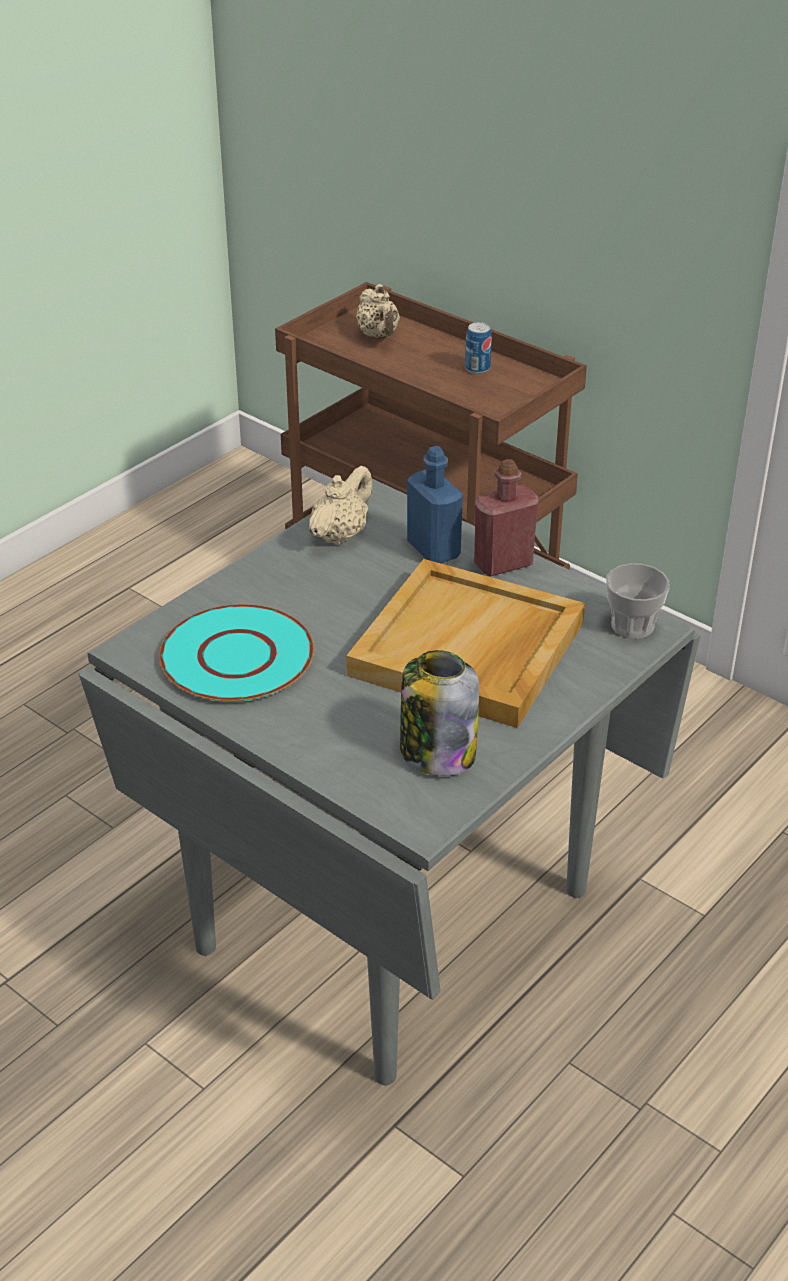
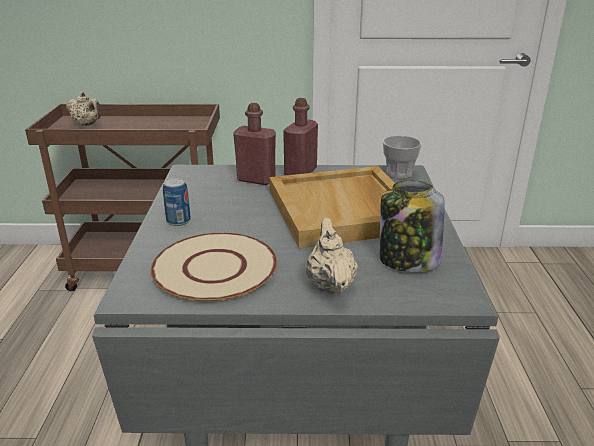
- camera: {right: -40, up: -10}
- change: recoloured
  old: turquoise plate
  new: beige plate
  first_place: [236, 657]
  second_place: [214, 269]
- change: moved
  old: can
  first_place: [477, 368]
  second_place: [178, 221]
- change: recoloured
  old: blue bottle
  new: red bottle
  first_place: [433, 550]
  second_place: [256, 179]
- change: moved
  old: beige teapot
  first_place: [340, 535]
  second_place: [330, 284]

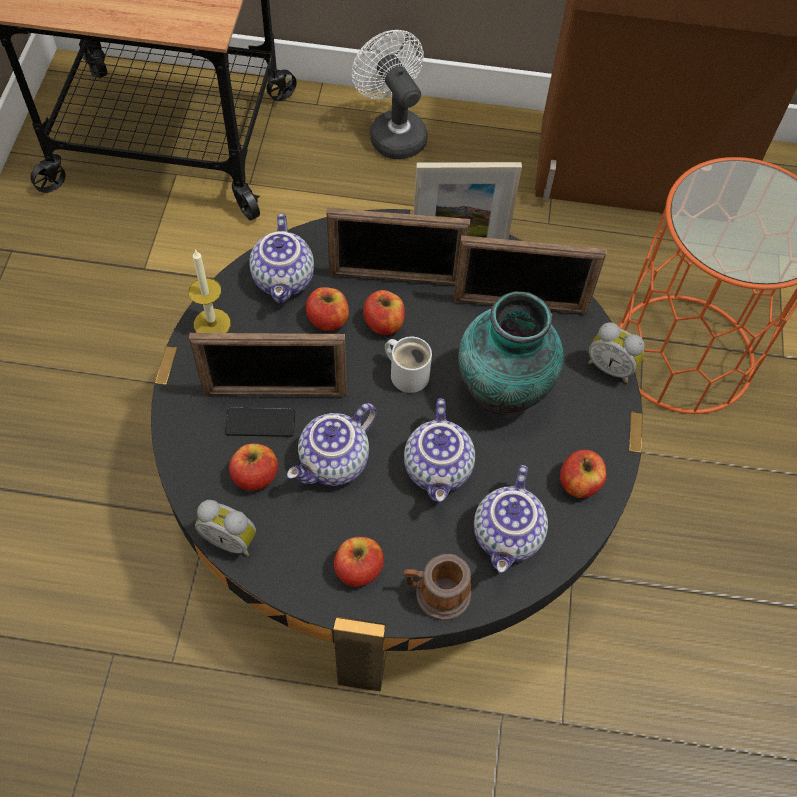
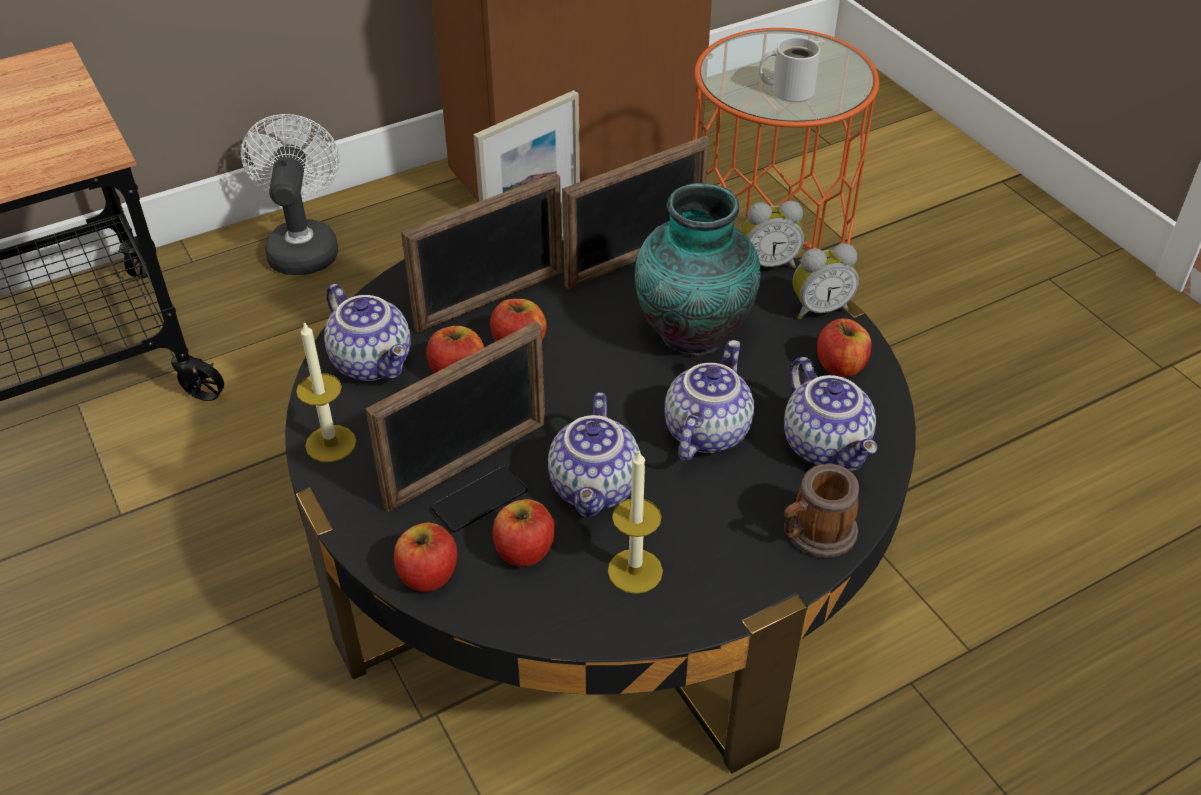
- camera: {right: -35, up: -15}
- change: turned
  old: white fan
  first_place: [393, 132]
  second_place: [303, 246]
  degrees: 60
- change: moved
  old: apple
  first_place: [358, 569]
  second_place: [428, 574]
- change: added
  new: candle
  second_place: [635, 571]
- change: turned
  old: teapot
  first_place: [439, 469]
  second_place: [705, 431]
  degrees: -120
- change: moved
  old: white mug
  first_place: [408, 373]
  second_place: [788, 89]
- change: moved
  old: alarm clock
  first_place: [231, 538]
  second_place: [819, 308]

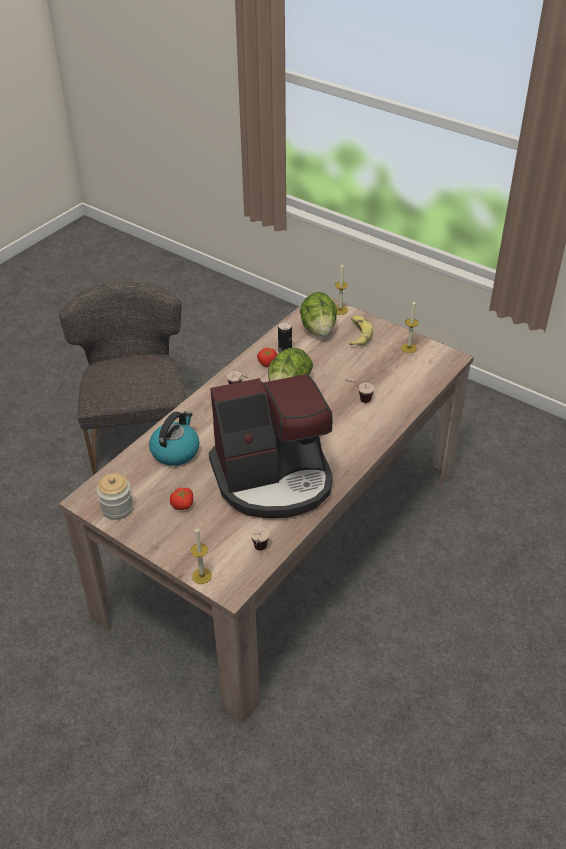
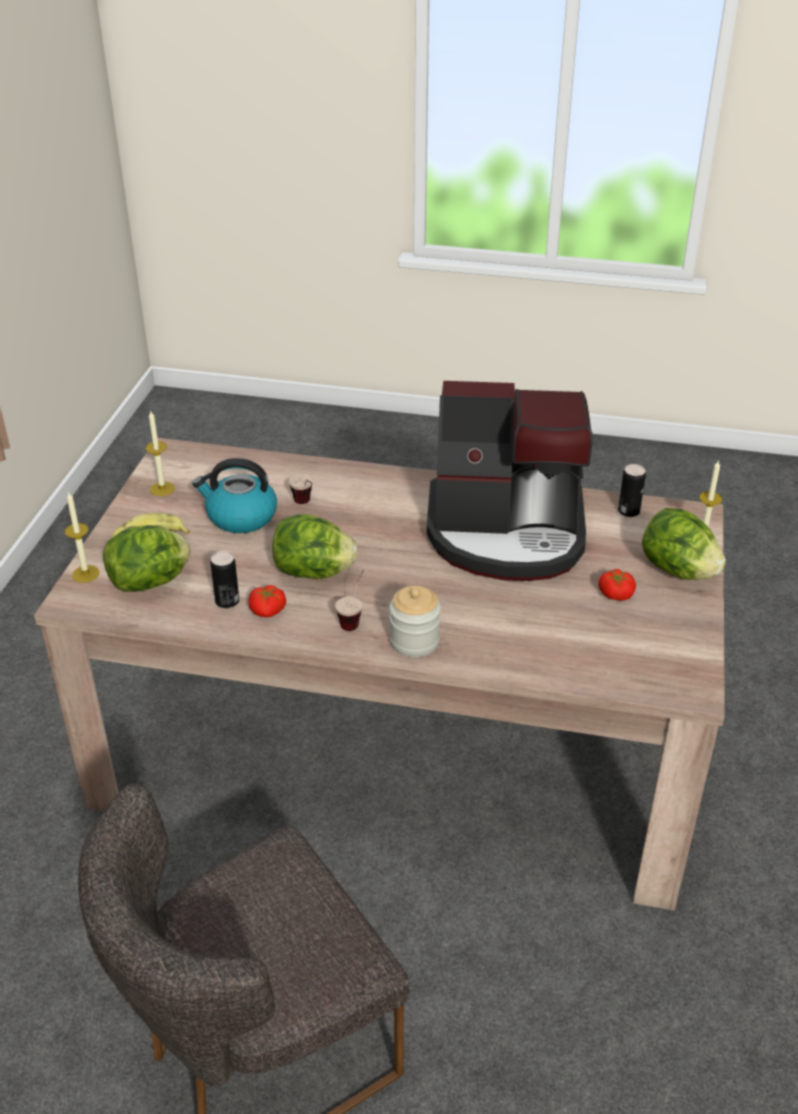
- camera: {right: -115, up: -5}
- change: moved
  old: kettle
  first_place: [175, 451]
  second_place: [240, 517]
- change: moved
  old: jar
  first_place: [117, 508]
  second_place: [414, 641]
- change: turned
  old: coffee machine
  first_place: [274, 478]
  second_place: [507, 533]
  degrees: 135
- change: replaced
  old: cup
  new: can
  first_place: [259, 552]
  second_place: [628, 511]
- change: added
  new: lettuce
  second_place: [678, 570]

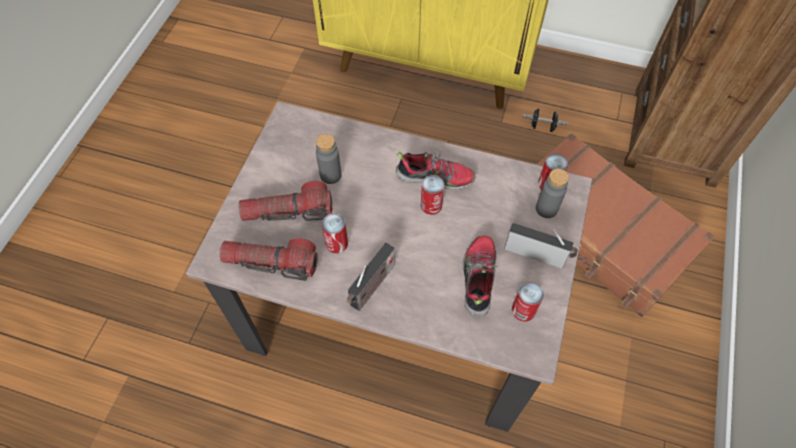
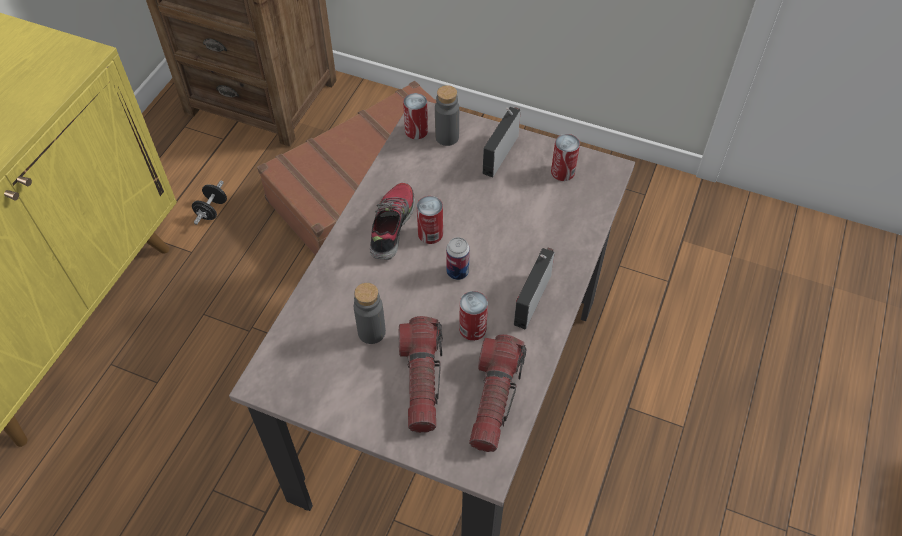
- camera: {right: -85, up: -5}
- change: added
  new: can
  second_place: [457, 272]
- change: turned
  old: radio
  first_place: [371, 287]
  second_place: [532, 297]
  degrees: -105
- change: removed
  old: shoe
  first_place: [478, 278]

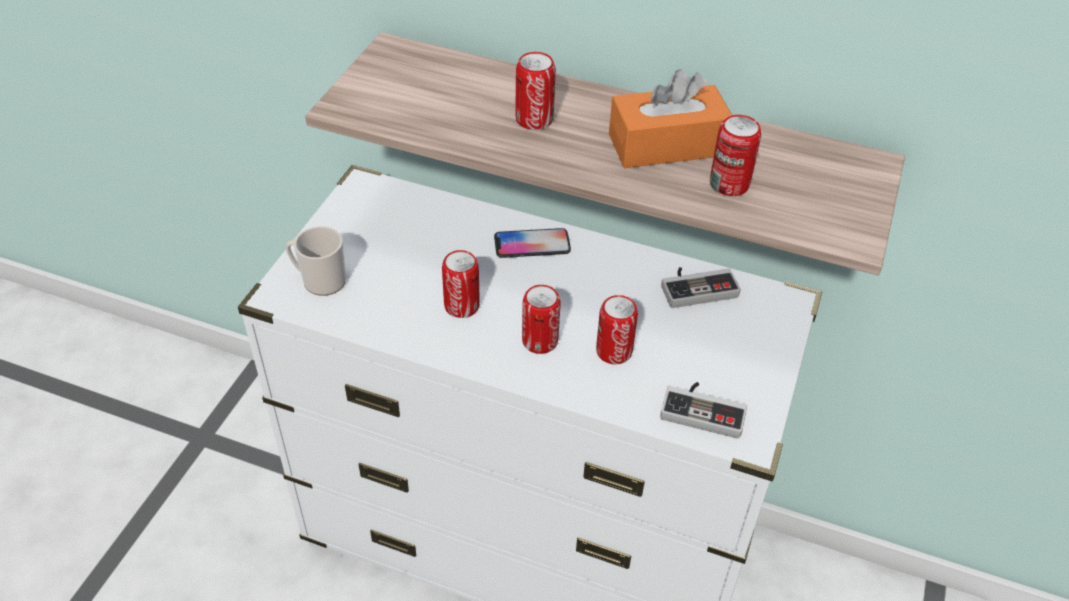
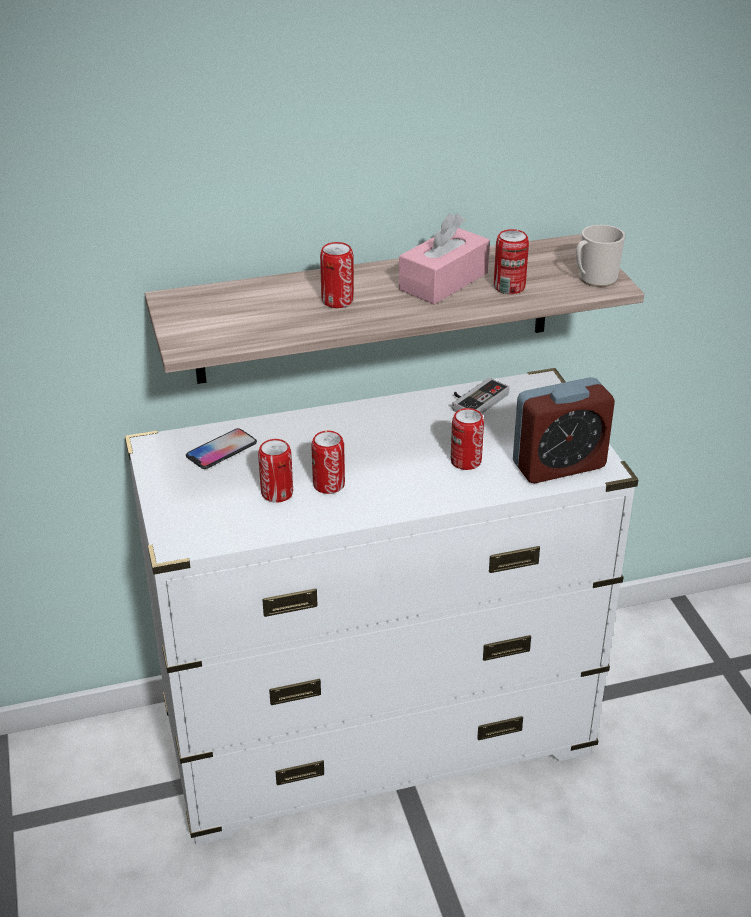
- camera: {right: -35, up: -10}
- change: moved
  old: phone
  first_place: [532, 244]
  second_place: [221, 450]
- change: moved
  old: can
  first_place: [540, 341]
  second_place: [277, 493]
- change: recoloured
  old: orange tissue box
  new: pink tissue box
  first_place: [667, 145]
  second_place: [443, 281]
- change: replaced
  old: game controller
  new: alarm clock
  first_place: [704, 409]
  second_place: [558, 465]
- change: moved
  old: mug
  first_place: [319, 280]
  second_place: [594, 279]

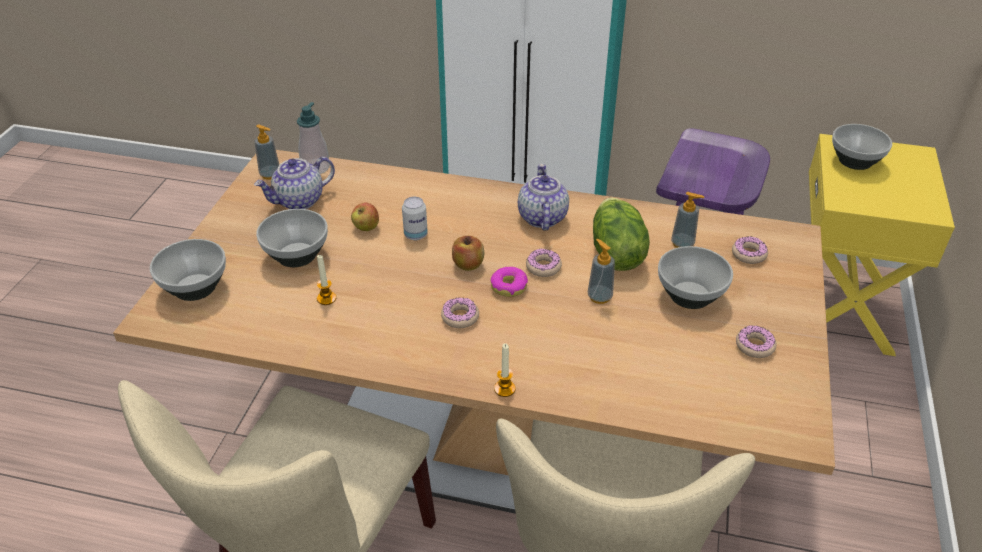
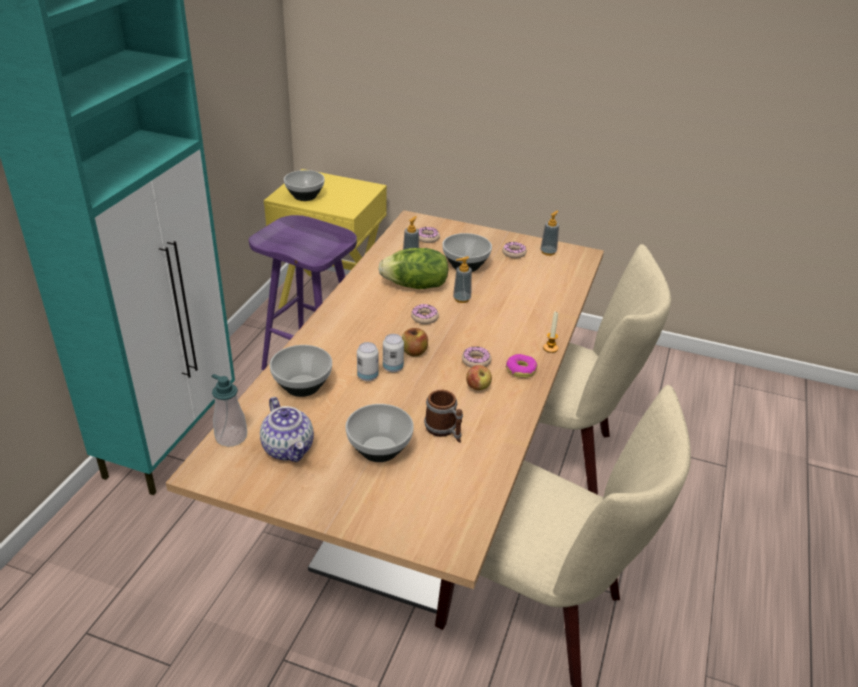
- camera: {right: -85, up: -5}
- change: moved
  old: bowl
  first_place: [196, 287]
  second_place: [302, 386]
- change: added
  new: can
  second_place: [393, 367]
- change: replaced
  old: candle
  new: mug
  first_place: [326, 298]
  second_place: [444, 430]
- change: moved
  old: apple
  first_place: [366, 227]
  second_place: [478, 387]
- change: moved
  old: donut
  first_place: [509, 286]
  second_place: [521, 370]
- change: moved
  old: soap dispenser
  first_place: [270, 174]
  second_place: [548, 252]
- change: removed
  old: teapot
  first_place: [541, 217]

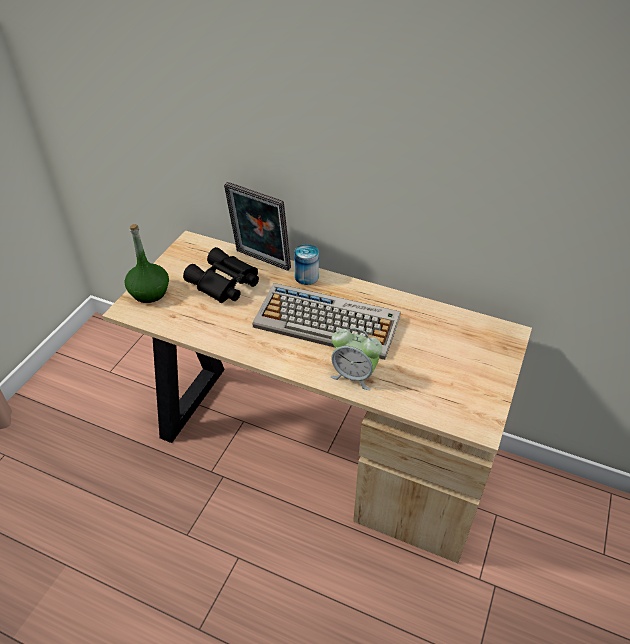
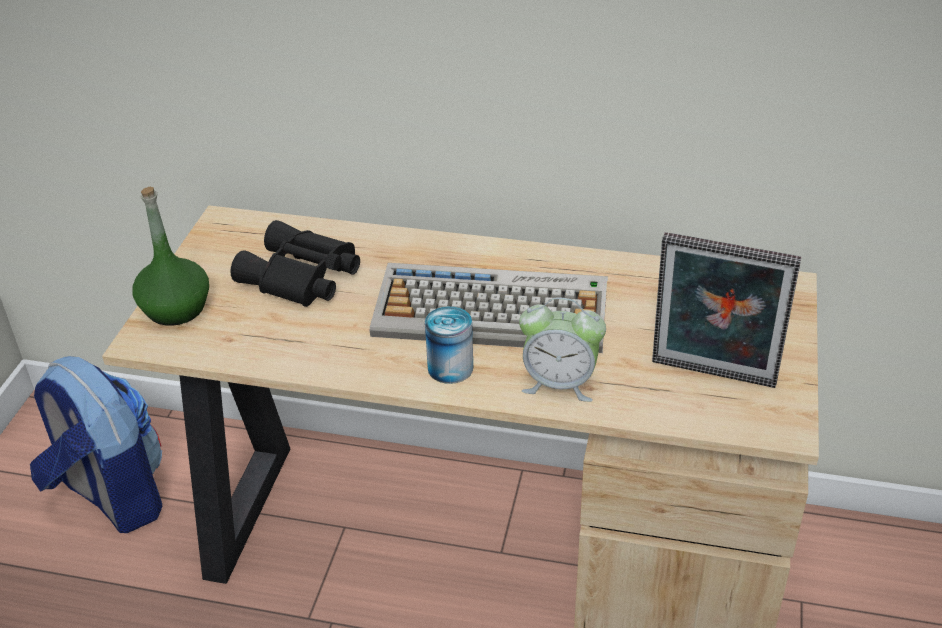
- camera: {right: -10, up: -5}
- change: added
  new: backpack
  second_place: [111, 496]
- change: moved
  old: can
  first_place: [306, 277]
  second_place: [450, 368]
- change: moved
  old: picture frame
  first_place: [261, 261]
  second_place: [712, 376]

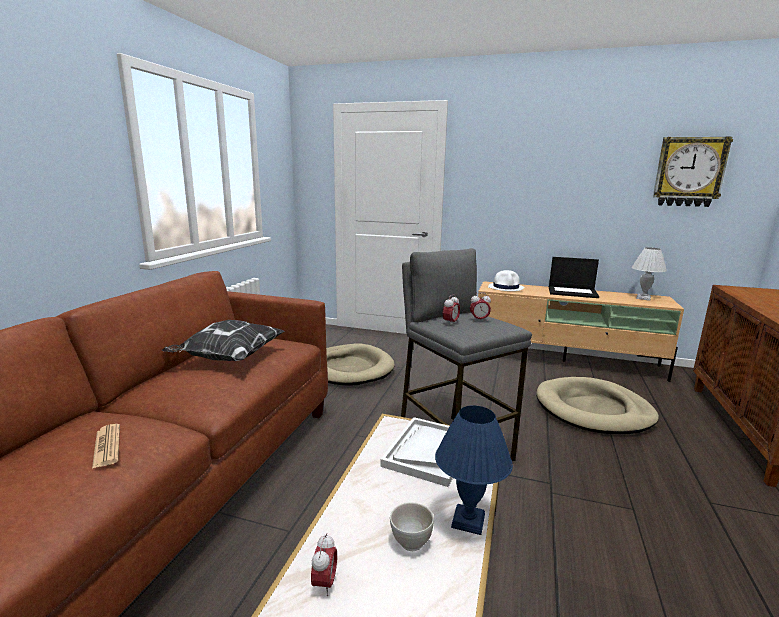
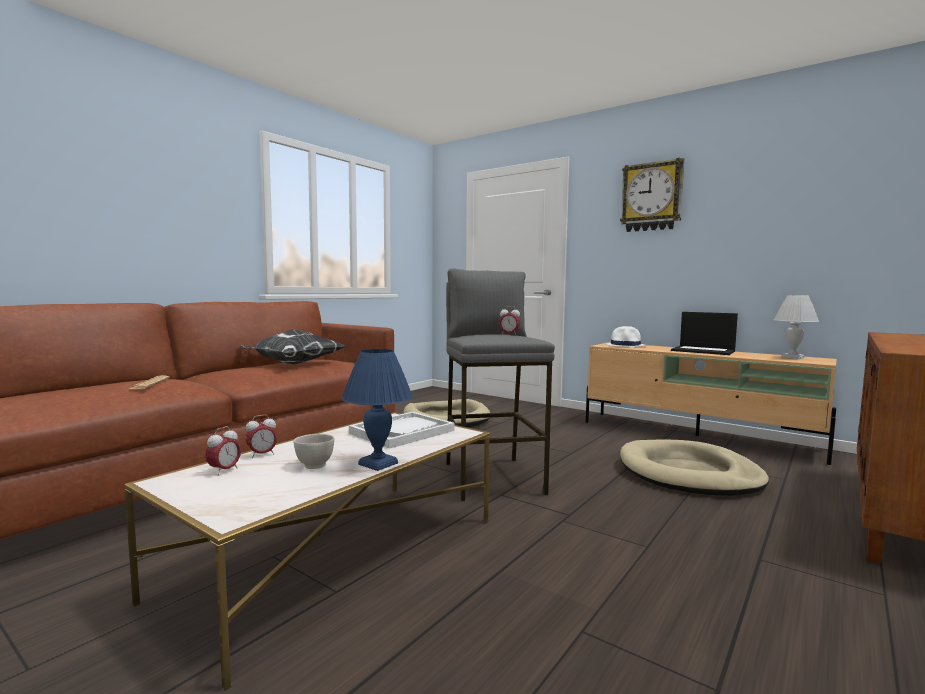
- camera: {right: 20, up: -10}
- change: moved
  old: alarm clock
  first_place: [450, 323]
  second_place: [262, 455]
- change: moved
  old: wall clock
  first_place: [689, 172]
  second_place: [652, 197]

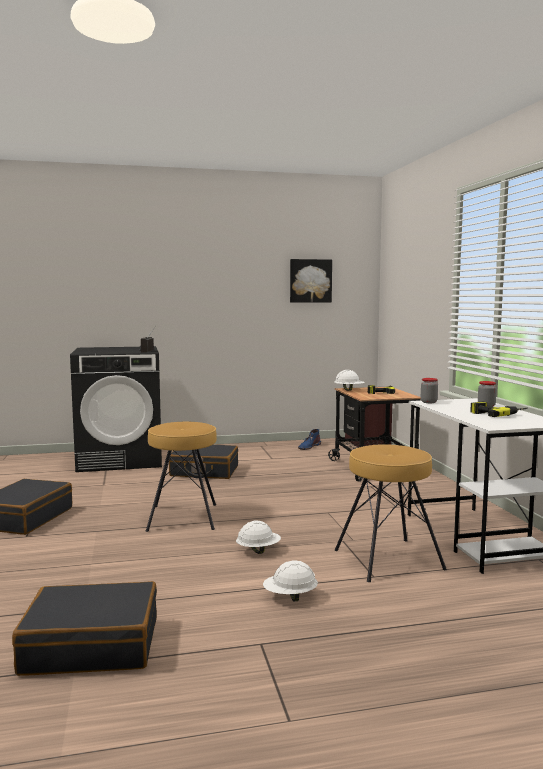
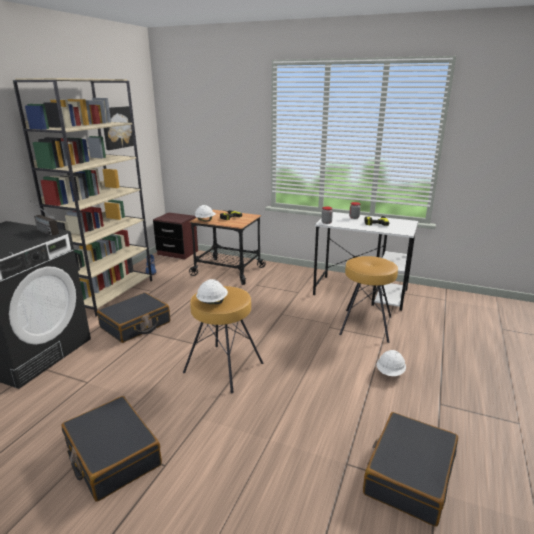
- camera: {right: -55, up: 15}
- change: added
  new: beige bookcase
  second_place: [109, 293]
- change: moved
  old: white hard hat
  first_place: [258, 550]
  second_place: [212, 302]

